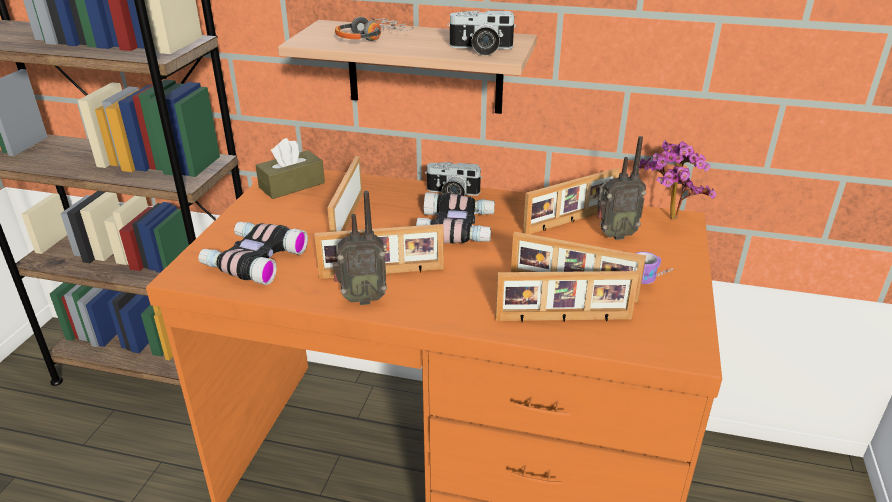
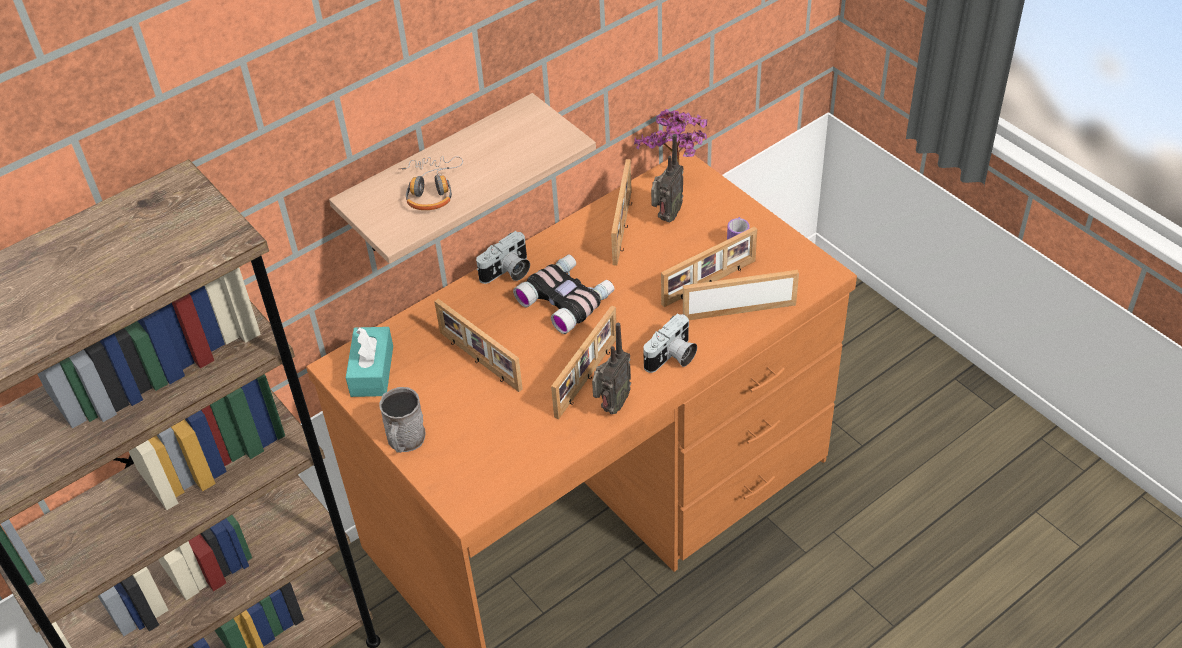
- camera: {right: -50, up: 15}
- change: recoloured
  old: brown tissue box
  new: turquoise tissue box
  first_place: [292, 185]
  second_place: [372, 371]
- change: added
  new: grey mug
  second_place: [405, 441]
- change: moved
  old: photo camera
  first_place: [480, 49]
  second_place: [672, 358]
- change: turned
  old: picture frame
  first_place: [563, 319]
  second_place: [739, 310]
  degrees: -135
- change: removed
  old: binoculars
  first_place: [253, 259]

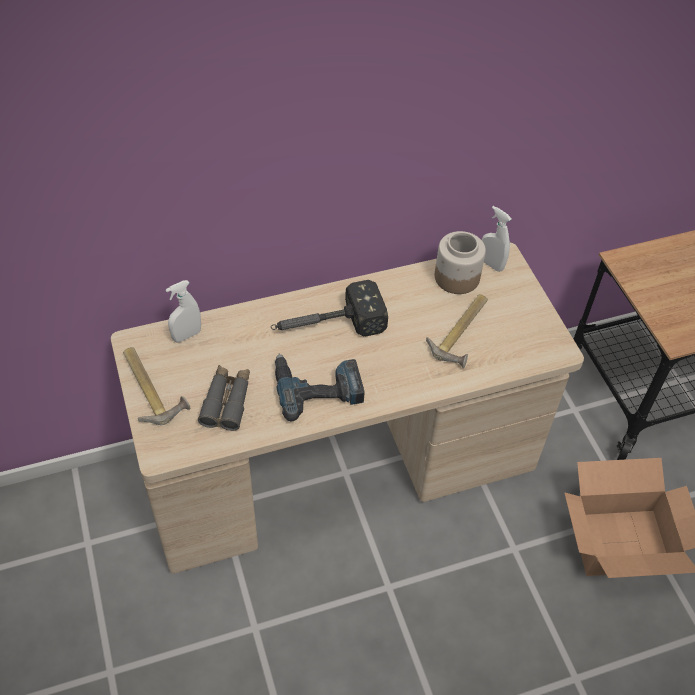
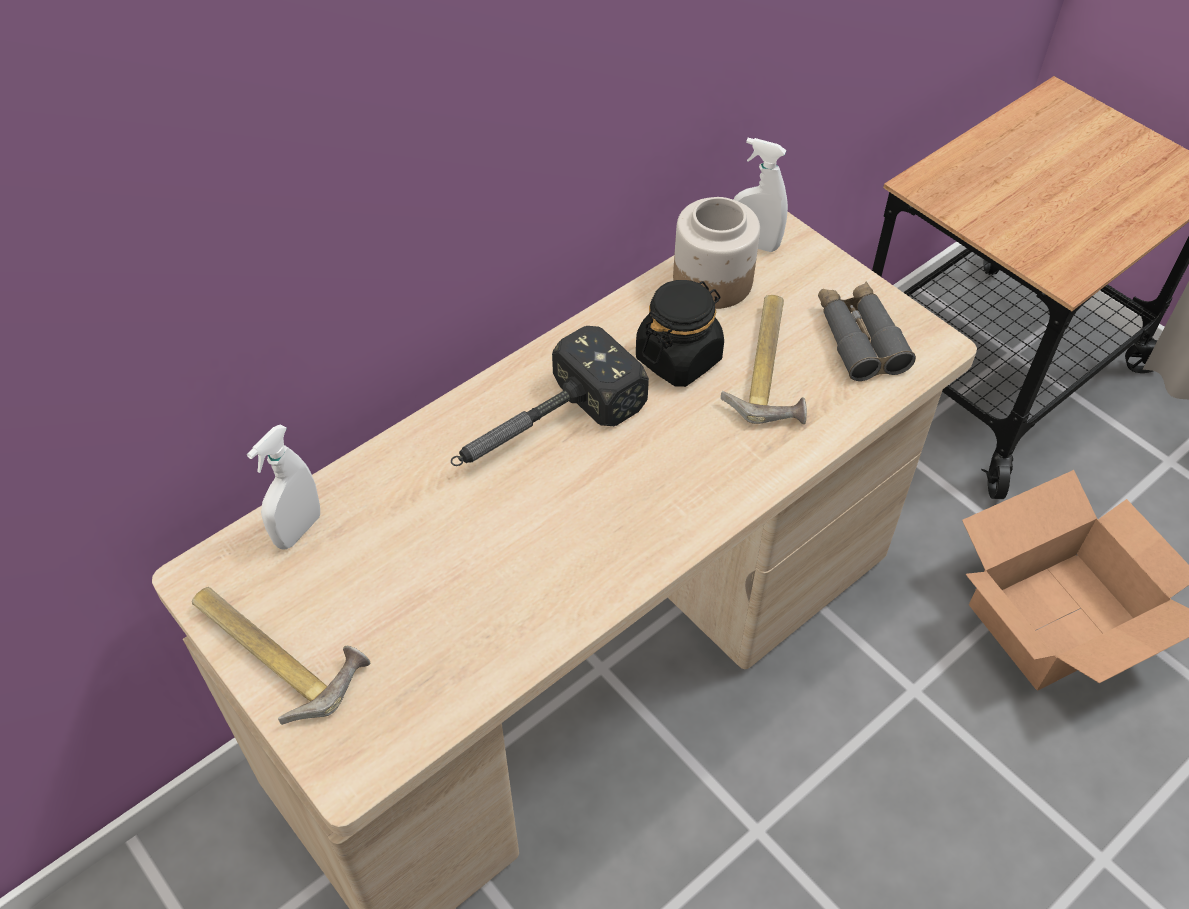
- camera: {right: -20, up: 0}
- change: added
  new: black jar
  second_place: [678, 358]
- change: moved
  old: grey binoculars
  first_place: [227, 401]
  second_place: [859, 339]
- change: removed
  old: power drill
  first_place: [317, 387]

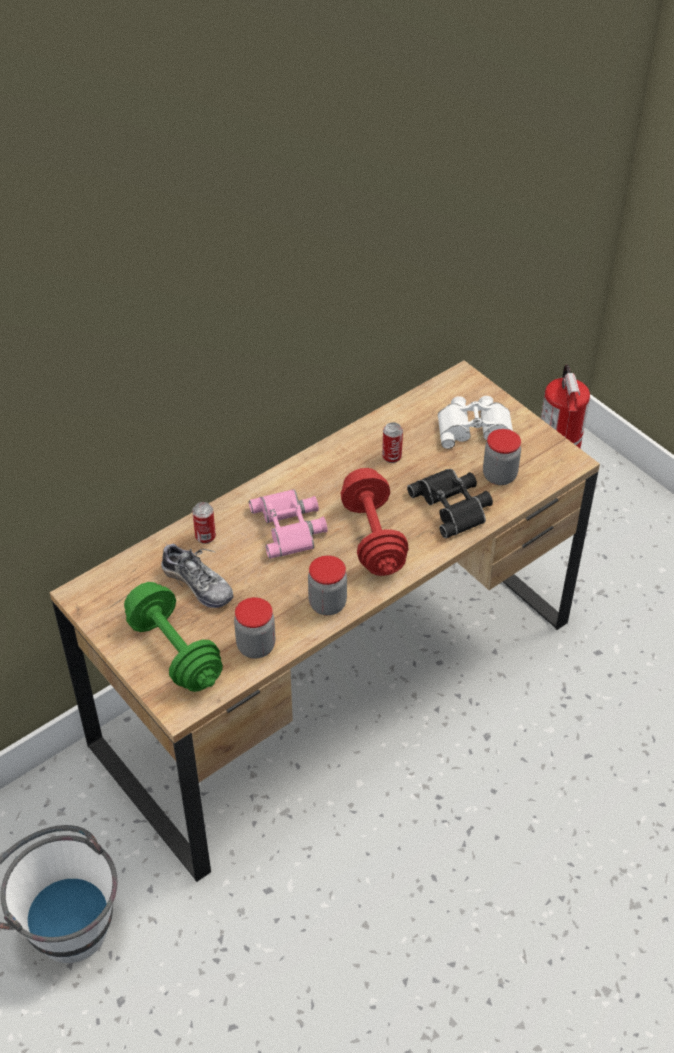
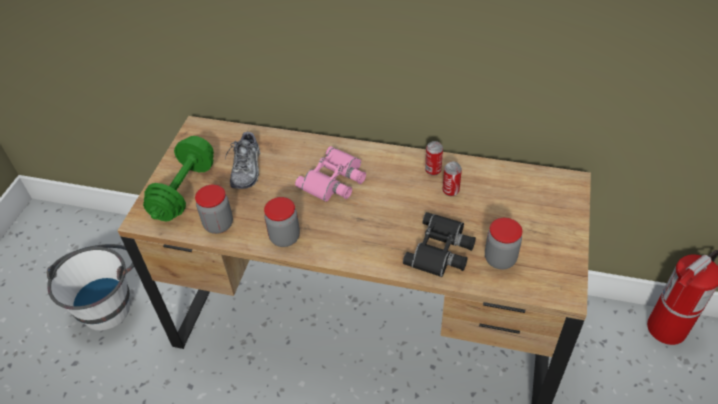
- camera: {right: 55, up: 0}
- change: moved
  old: can
  first_place: [205, 537]
  second_place: [433, 170]
- change: removed
  old: red dumbbell
  first_place: [373, 537]
- change: removed
  old: white binoculars
  first_place: [474, 427]

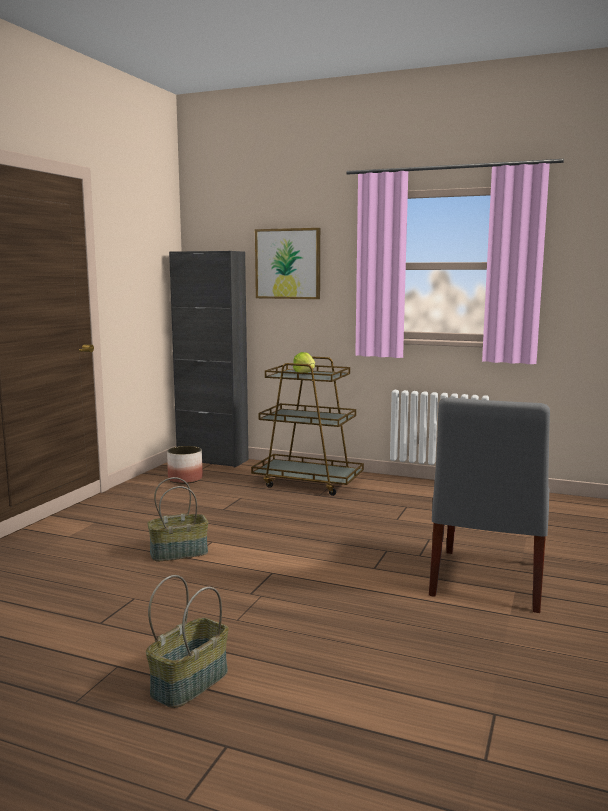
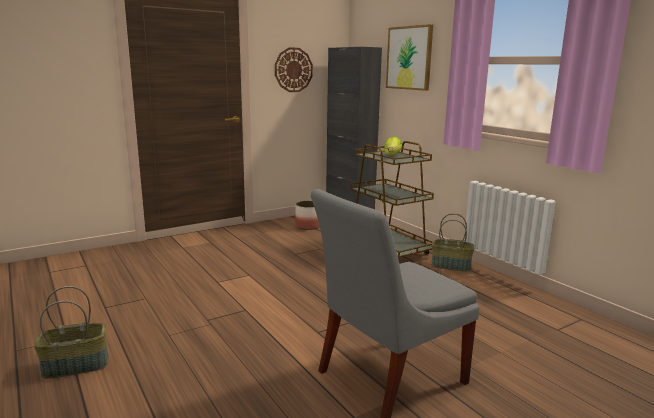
- camera: {right: 35, up: 5}
- change: added
  new: wall clock
  second_place: [293, 70]
- change: moved
  old: basket
  first_place: [179, 552]
  second_place: [451, 266]

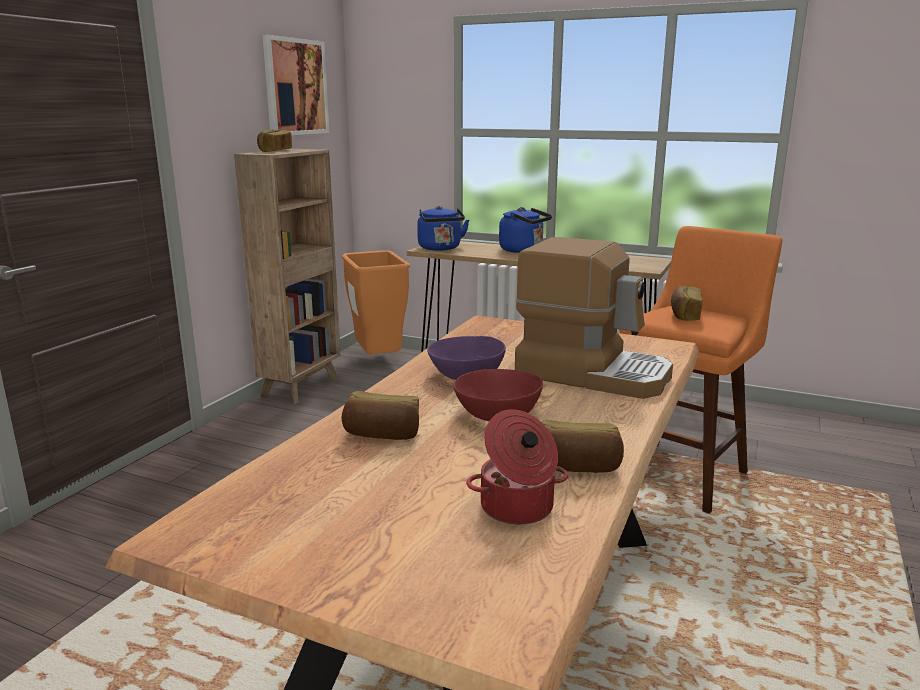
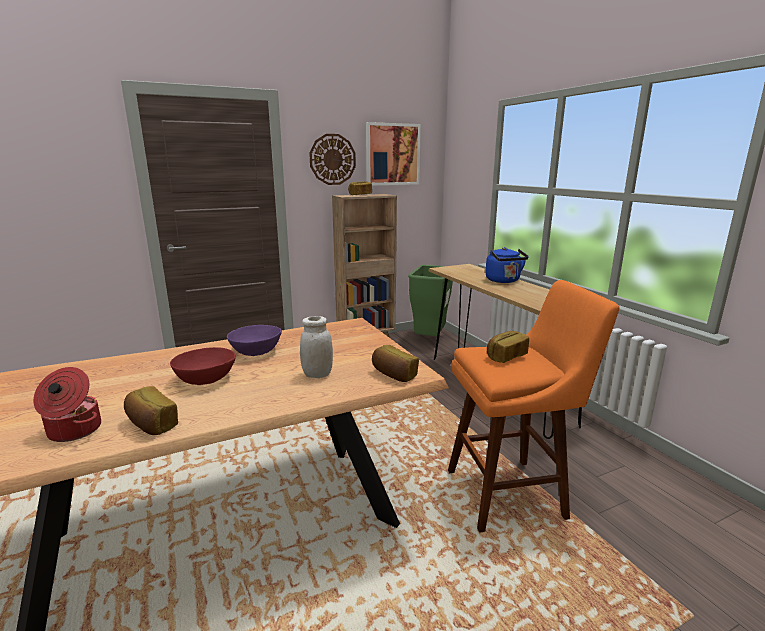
- camera: {right: 40, up: 0}
- change: replaced
  old: coffee machine
  new: white jar
  first_place: [592, 373]
  second_place: [317, 374]
- change: added
  new: wall clock
  second_place: [332, 159]
- change: moved
  old: bread
  first_place: [383, 434]
  second_place: [394, 375]
- change: recoloured
  old: orange trash can
  new: green trash can
  first_place: [378, 360]
  second_place: [429, 339]
- change: removed
  old: blue kettle
  first_place: [440, 248]

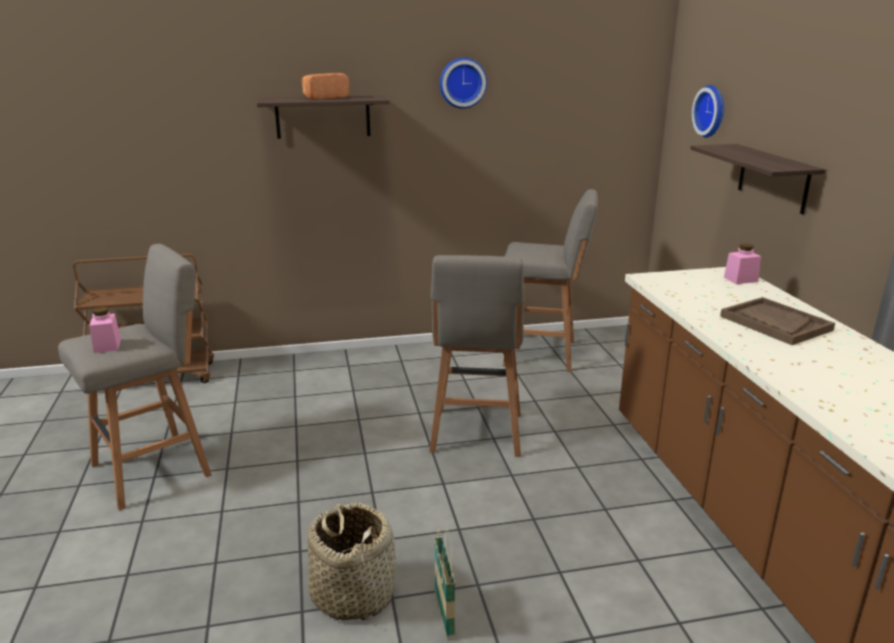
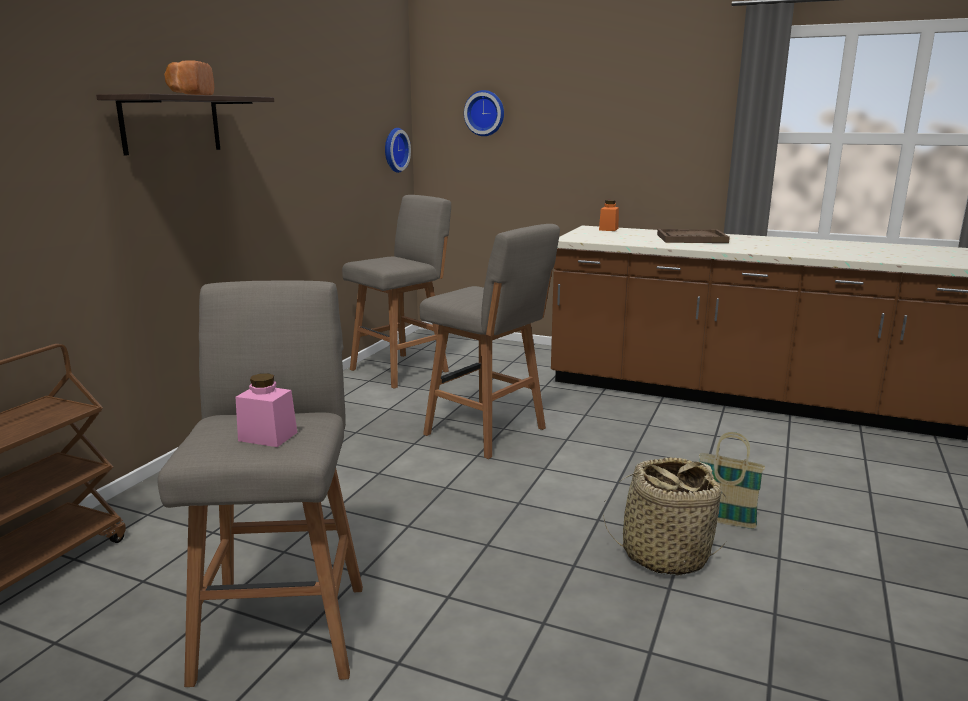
- camera: {right: -55, up: -5}
- change: moved
  old: wall clock
  first_place: [462, 82]
  second_place: [394, 150]
- change: recoloured
  old: pink jar
  new: orange jar
  first_place: [740, 279]
  second_place: [608, 229]
- change: removed
  old: shelf
  first_place: [773, 178]

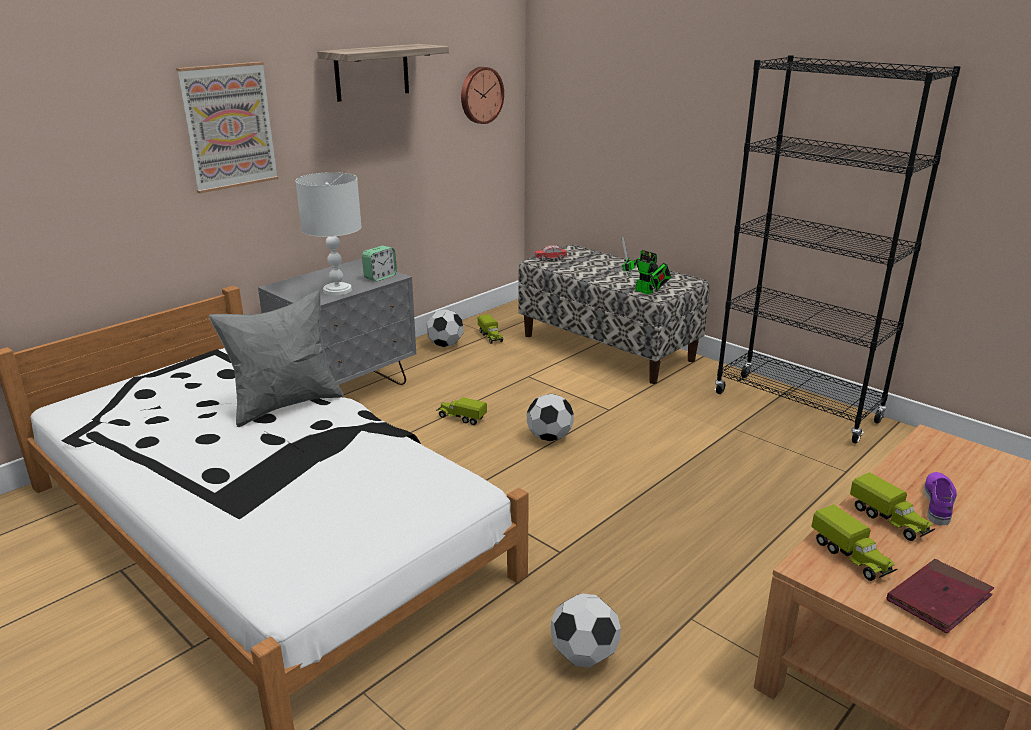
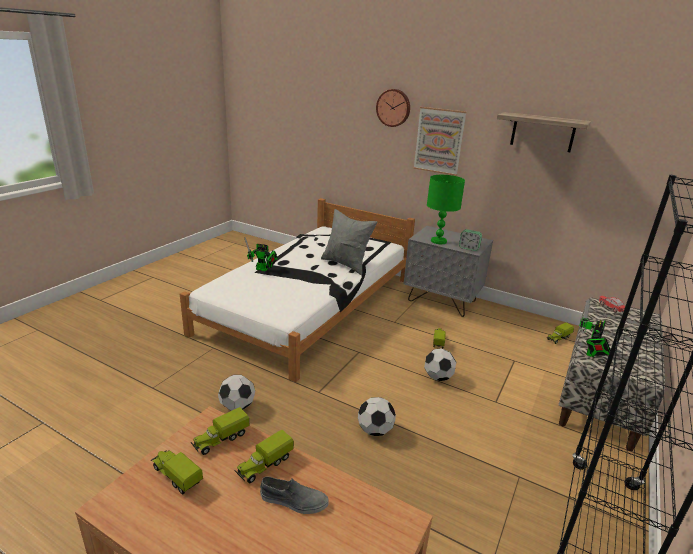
- camera: {right: 75, up: 0}
- change: replaced
  old: red book
  new: toy truck
  first_place: [938, 599]
  second_place: [176, 476]
- change: added
  new: toy robot
  second_place: [263, 269]
- change: recoloured
  old: purple shoe
  new: grey shoe
  first_place: [938, 502]
  second_place: [293, 501]
- change: moved
  old: football
  first_place: [445, 345]
  second_place: [375, 430]
- change: moved
  old: wall clock
  first_place: [480, 95]
  second_place: [393, 108]
- change: recoloured
  old: white table lamp
  new: green table lamp
  first_place: [338, 290]
  second_place: [438, 241]

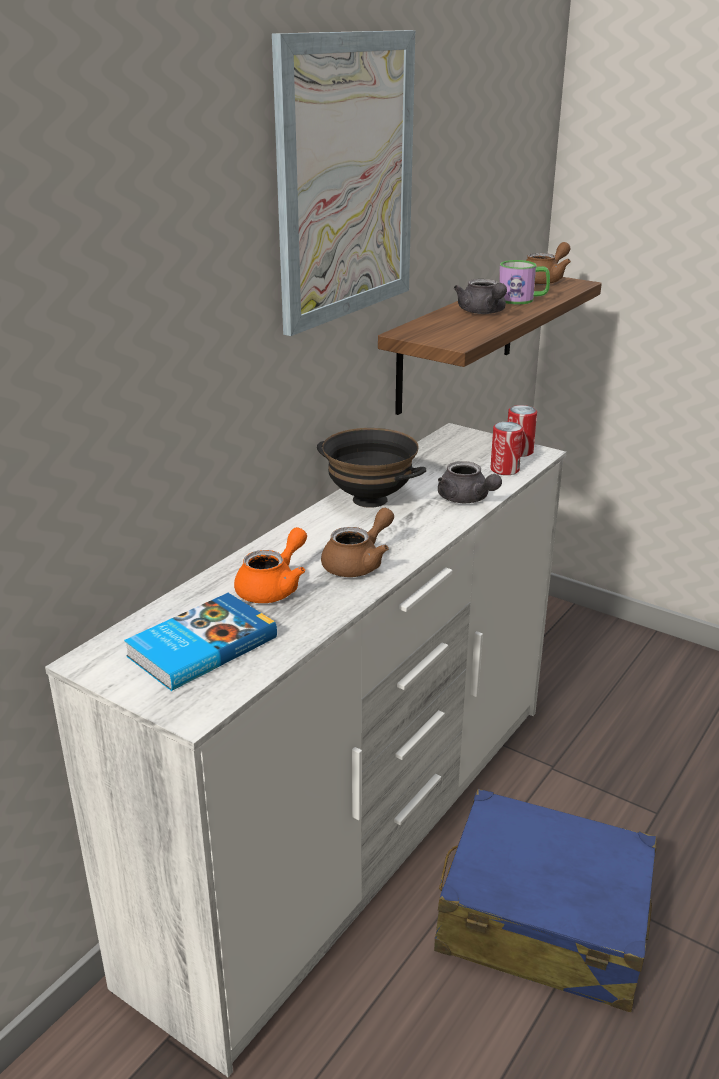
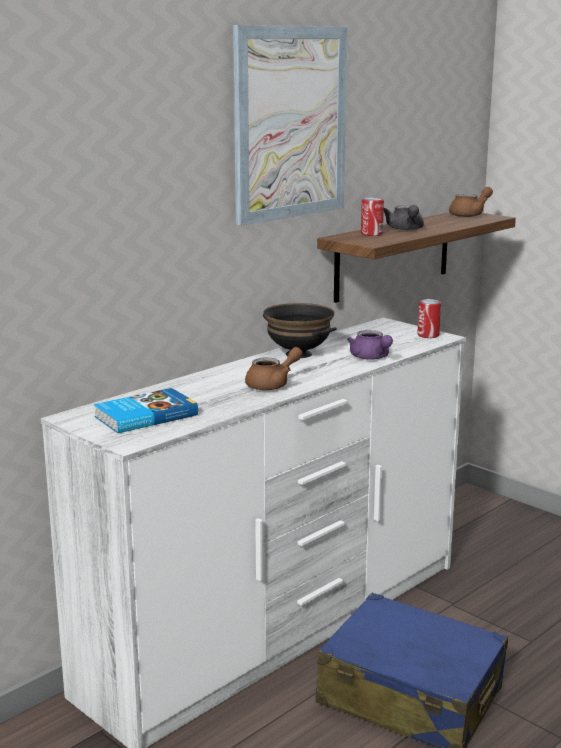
- camera: {right: 10, up: -10}
- change: recoloured
  old: grey teapot
  new: purple teapot
  first_place: [466, 499]
  second_place: [371, 358]
- change: moved
  old: can
  first_place: [504, 469]
  second_place: [371, 234]
- change: removed
  old: orange teapot
  first_place: [274, 587]
- change: removed
  old: mug
  first_place: [522, 300]

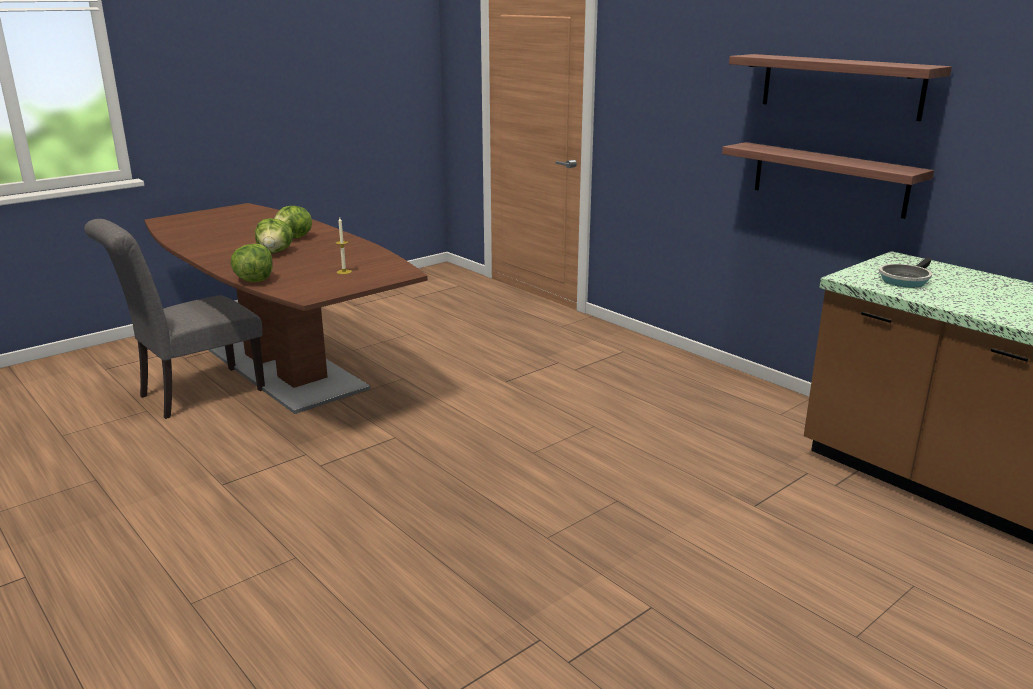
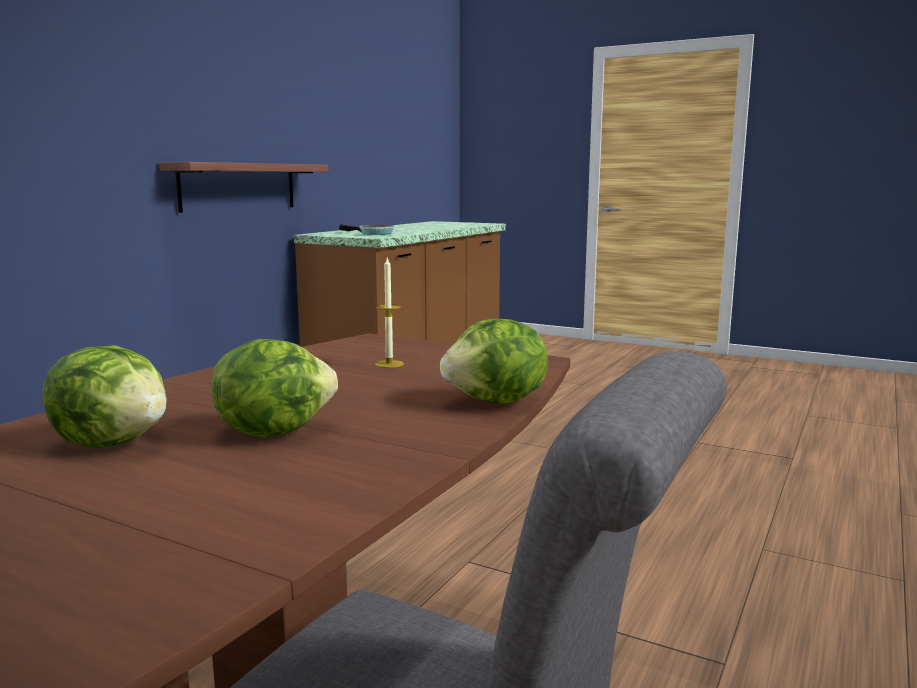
- camera: {right: -110, up: -10}
- change: removed
  old: shelf
  first_place: [840, 86]

